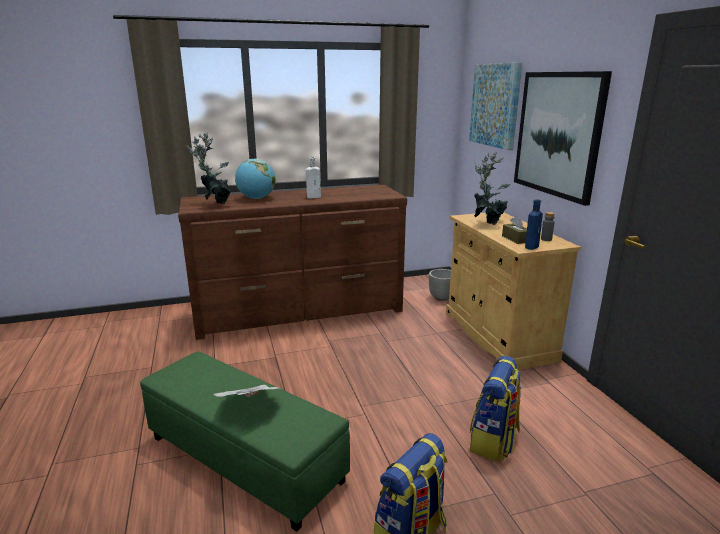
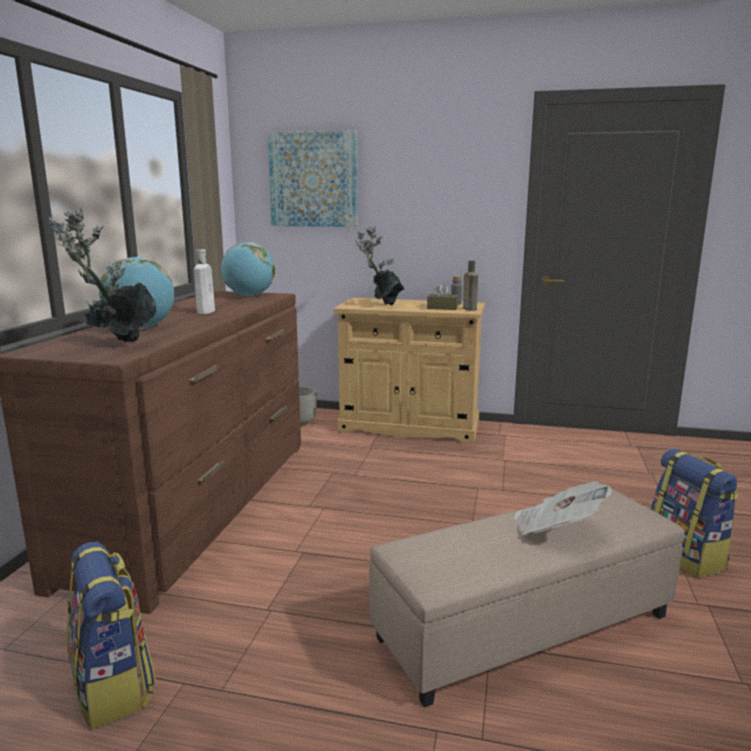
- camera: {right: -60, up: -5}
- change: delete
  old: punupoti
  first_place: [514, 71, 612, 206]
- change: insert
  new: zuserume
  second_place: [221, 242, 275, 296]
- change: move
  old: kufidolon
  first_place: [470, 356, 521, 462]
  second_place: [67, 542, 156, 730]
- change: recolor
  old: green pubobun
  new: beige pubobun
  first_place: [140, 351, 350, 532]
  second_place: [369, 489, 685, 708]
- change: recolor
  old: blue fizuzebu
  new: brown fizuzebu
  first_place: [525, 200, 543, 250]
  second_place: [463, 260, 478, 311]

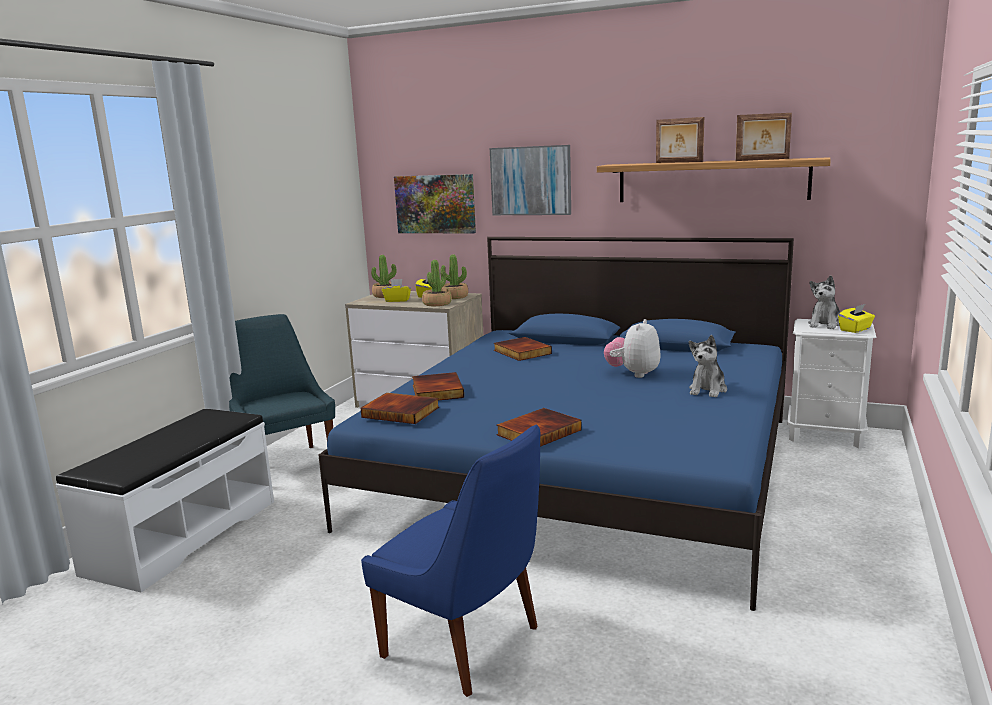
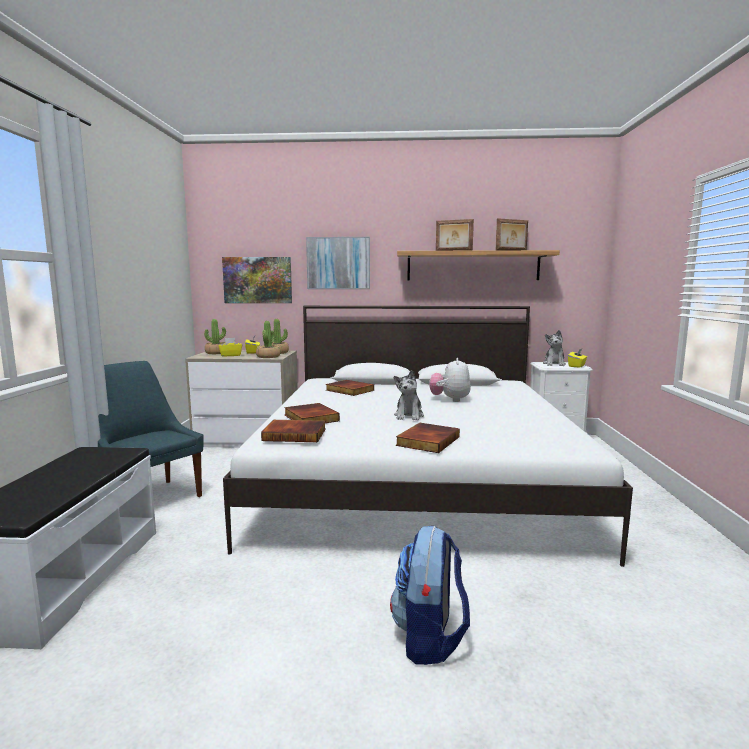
- camera: {right: -20, up: -5}
- change: move
  old: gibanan
  first_place: [689, 335, 727, 397]
  second_place: [394, 370, 424, 420]
- change: replace
  old: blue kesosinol
  new: kufidolon
  first_place: [361, 425, 540, 697]
  second_place: [390, 525, 470, 665]
- change: recolor
  old: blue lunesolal
  new: white lunesolal
  first_place: [319, 237, 794, 611]
  second_place: [223, 306, 633, 567]

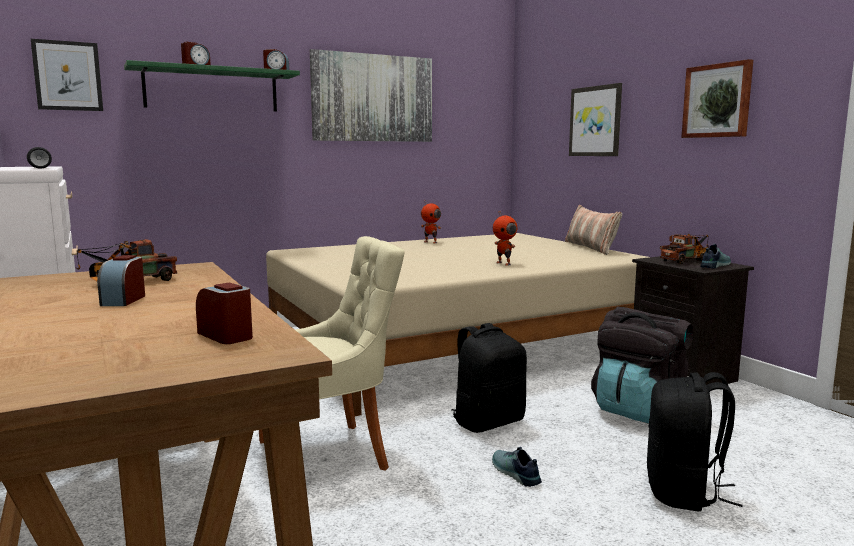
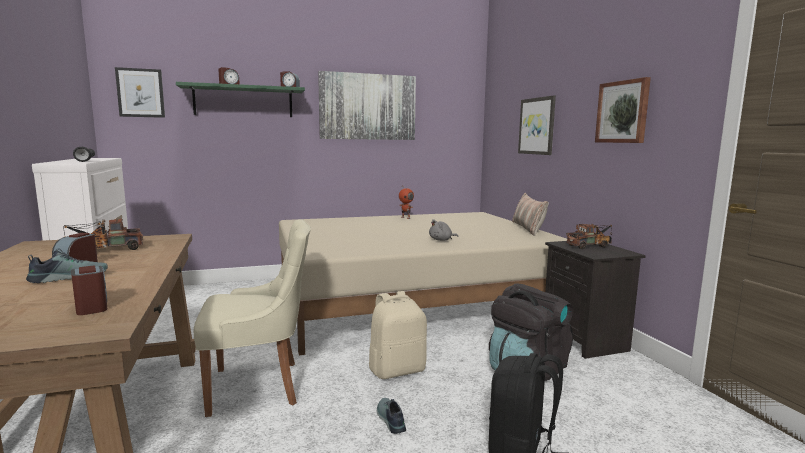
- camera: {right: 10, up: 0}
- change: move
  old: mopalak
  first_place: [700, 244, 731, 268]
  second_place: [26, 248, 108, 283]
- change: replace
  old: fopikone
  new: grey gibanan
  first_place: [493, 212, 517, 266]
  second_place: [429, 219, 459, 241]
- change: recolor
  old: black kufidolon
  new: beige kufidolon
  first_place: [451, 323, 527, 433]
  second_place: [369, 291, 427, 379]

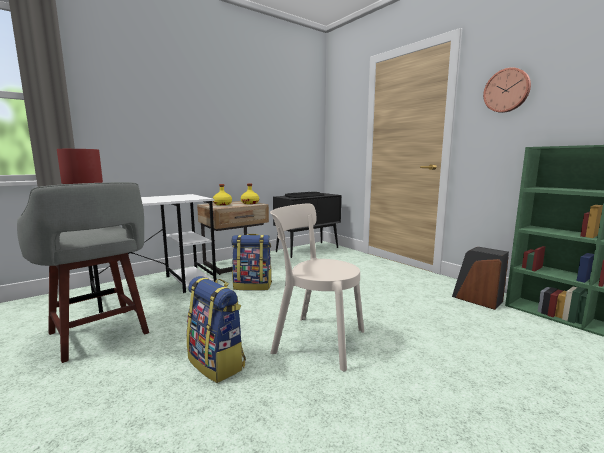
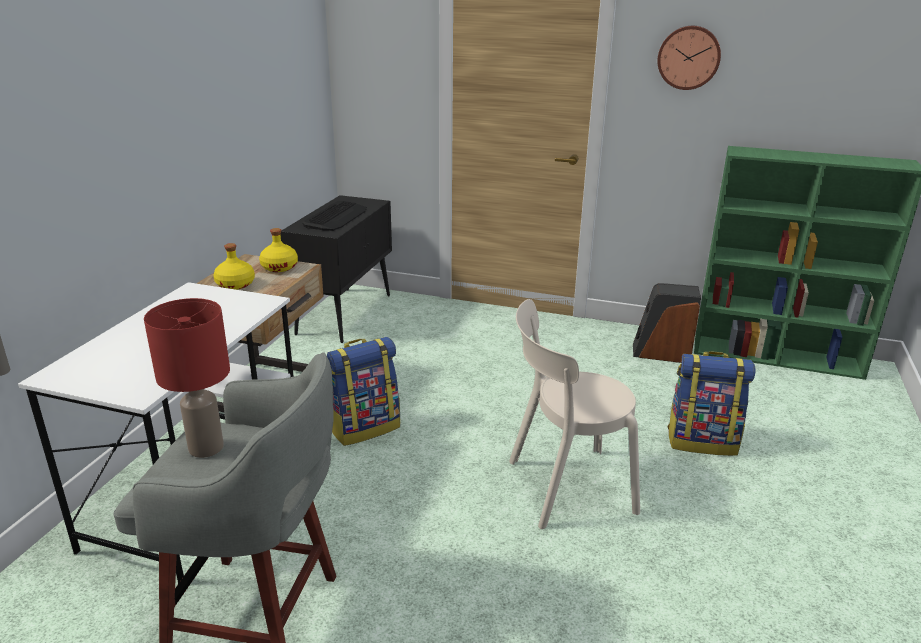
- camera: {right: -35, up: 15}
- change: move
  old: kufidolon
  first_place: [186, 276, 246, 383]
  second_place: [667, 351, 756, 456]

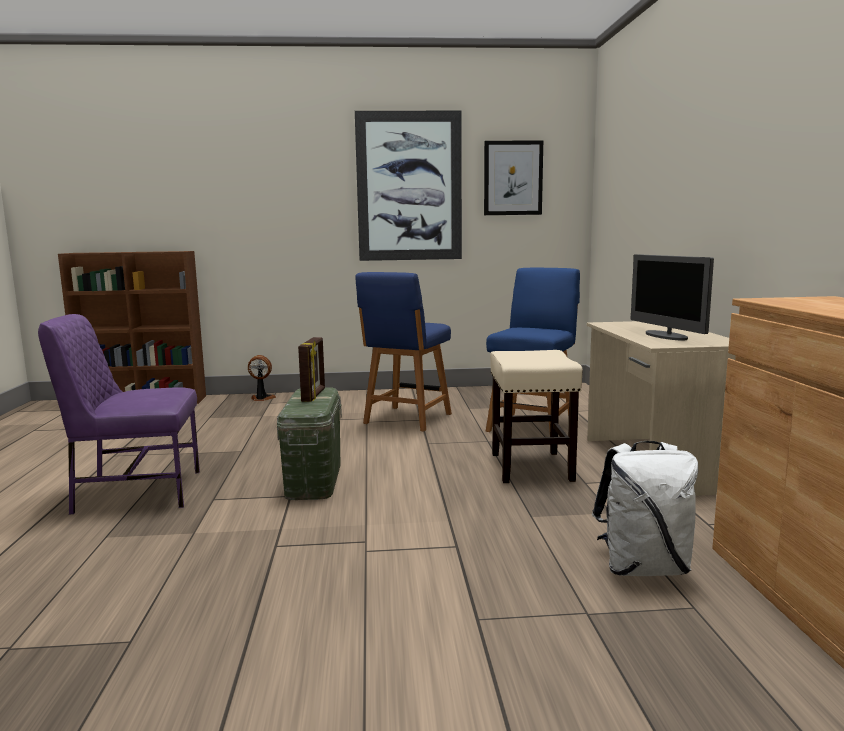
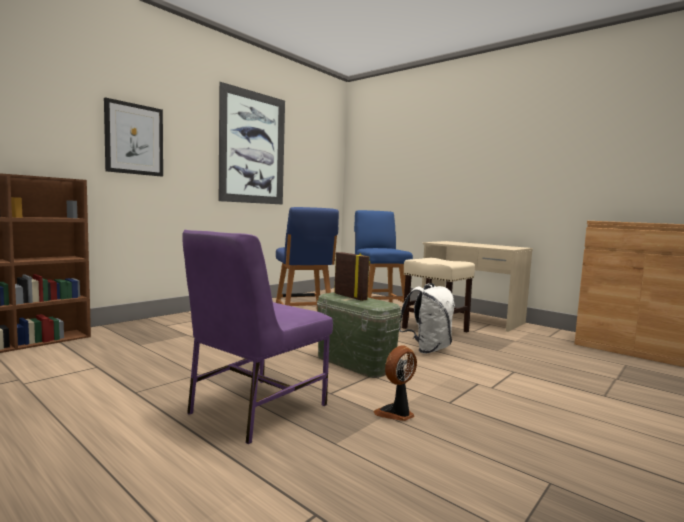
- camera: {right: -45, up: -5}
- change: delete
  old: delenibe
  first_place: [630, 254, 714, 341]
- change: move
  old: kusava
  first_place: [248, 355, 276, 401]
  second_place: [373, 346, 417, 421]
- change: move
  old: punupoti
  first_place: [484, 141, 543, 215]
  second_place: [104, 97, 163, 177]
- change: move
  old: white kufidolon
  first_place: [592, 441, 698, 576]
  second_place: [399, 283, 455, 354]

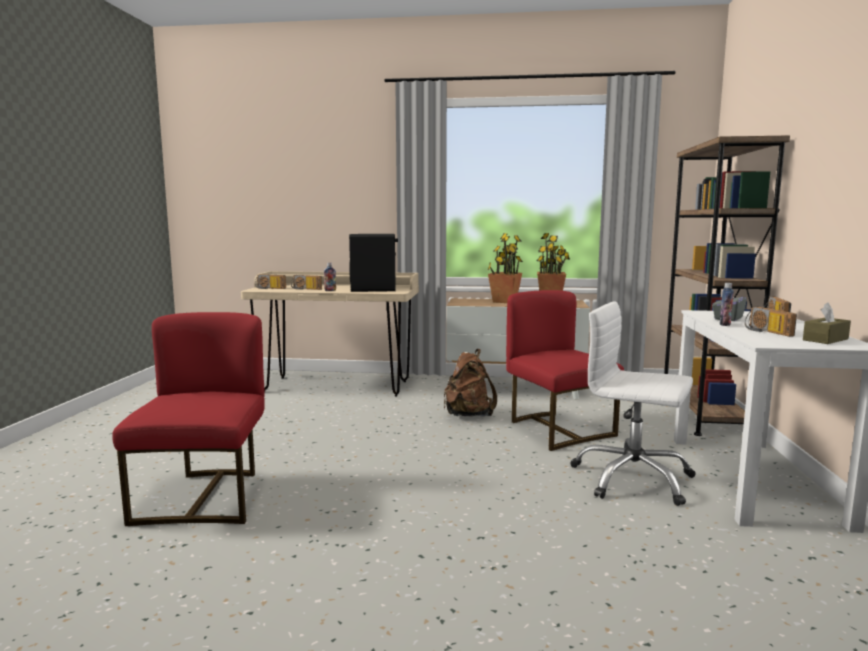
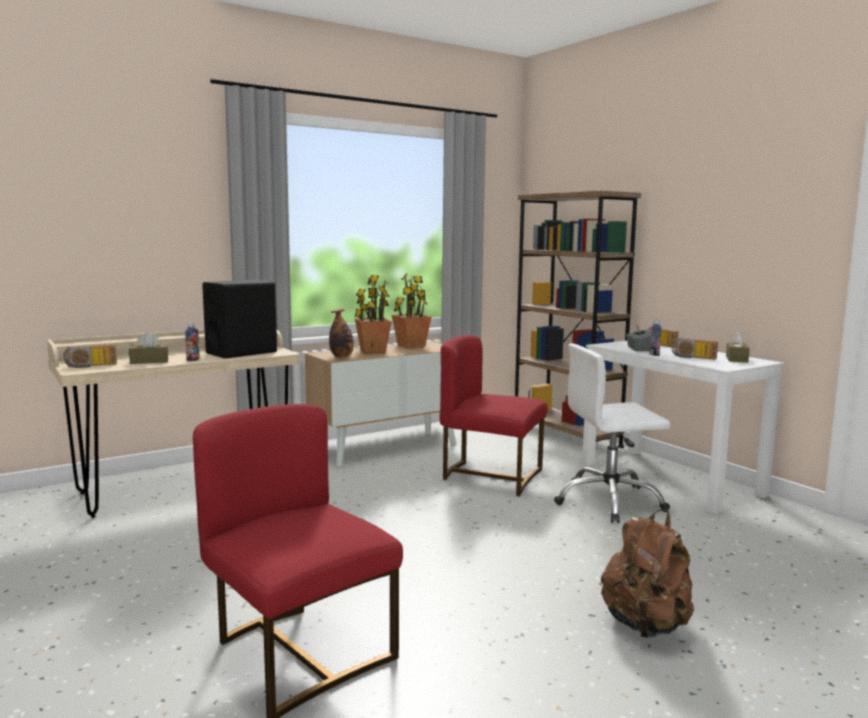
- camera: {right: -40, up: 0}
- change: insert
  new: fizuzebu
  second_place: [329, 309, 354, 357]
- change: move
  old: brown kufidolon
  first_place: [444, 349, 497, 417]
  second_place: [601, 509, 694, 638]
- change: replace
  old: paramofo
  new: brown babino
  first_place: [291, 275, 322, 290]
  second_place: [129, 332, 168, 364]

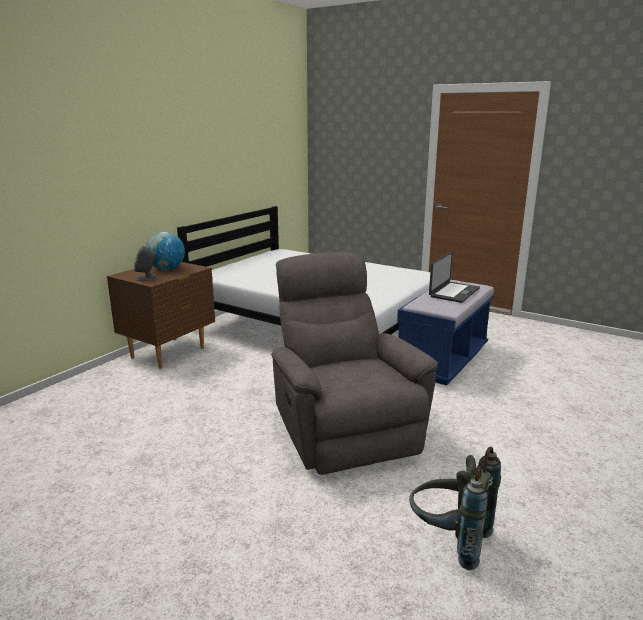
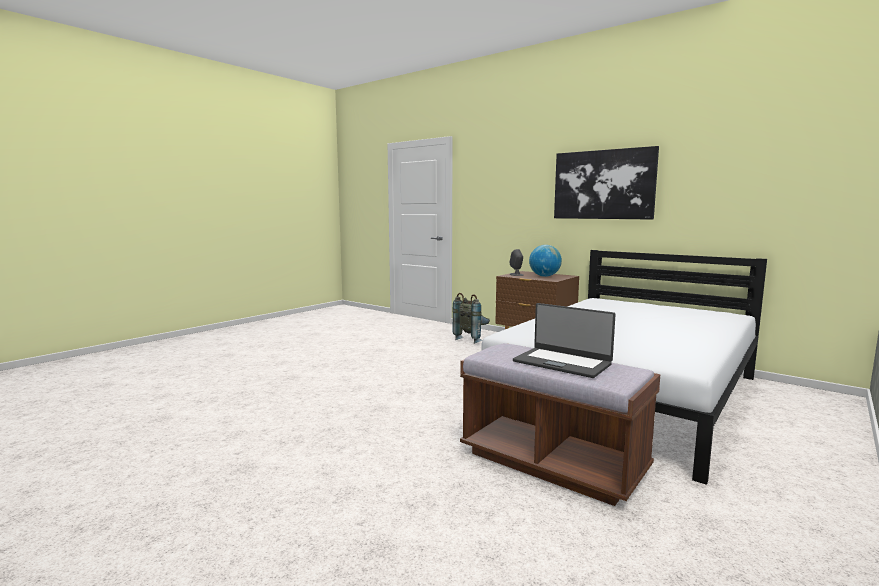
- camera: {right: 95, up: -10}
- change: delete
  old: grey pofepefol
  first_place: [271, 252, 438, 475]
- change: insert
  new: punupoti
  second_place: [554, 146, 659, 220]
- change: move
  old: grey kufidolon
  first_place: [409, 447, 501, 570]
  second_place: [453, 293, 490, 344]
- change: recolor
  old: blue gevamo
  new: brown gevamo
  first_place: [397, 280, 494, 386]
  second_place: [460, 343, 661, 506]

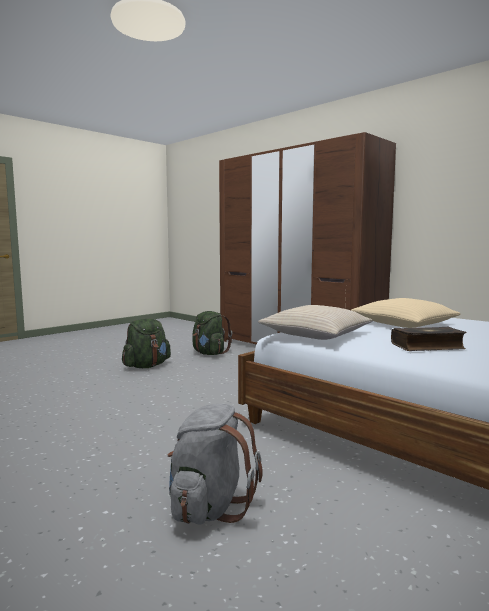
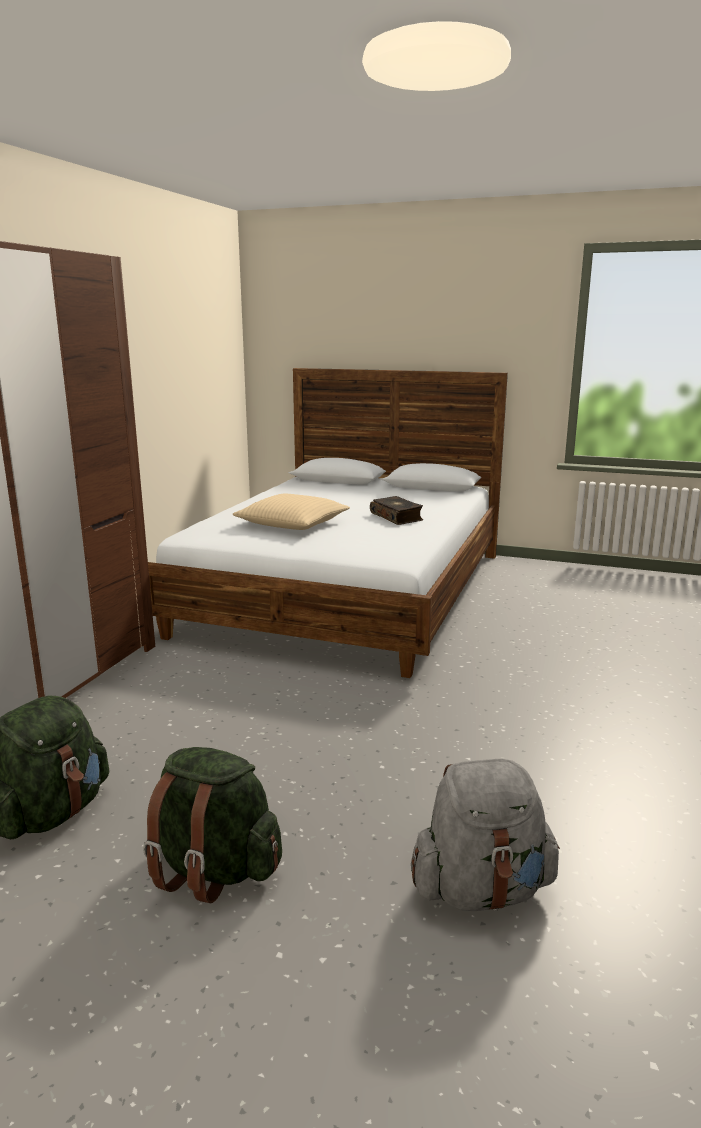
- camera: {right: -115, up: 10}
- change: delete
  old: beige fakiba
  first_place: [258, 305, 373, 340]
- change: move
  old: grey kufidolon
  first_place: [168, 404, 263, 525]
  second_place: [411, 759, 560, 911]

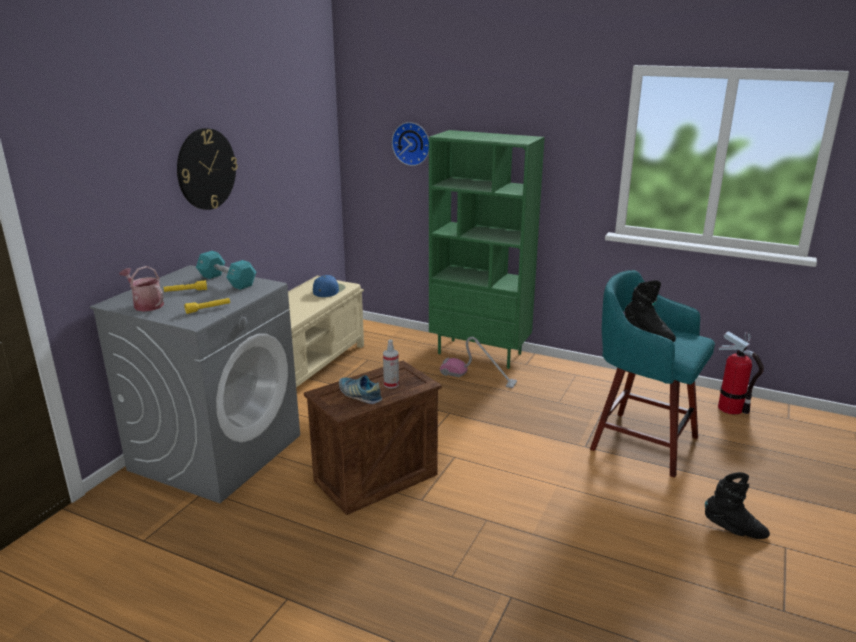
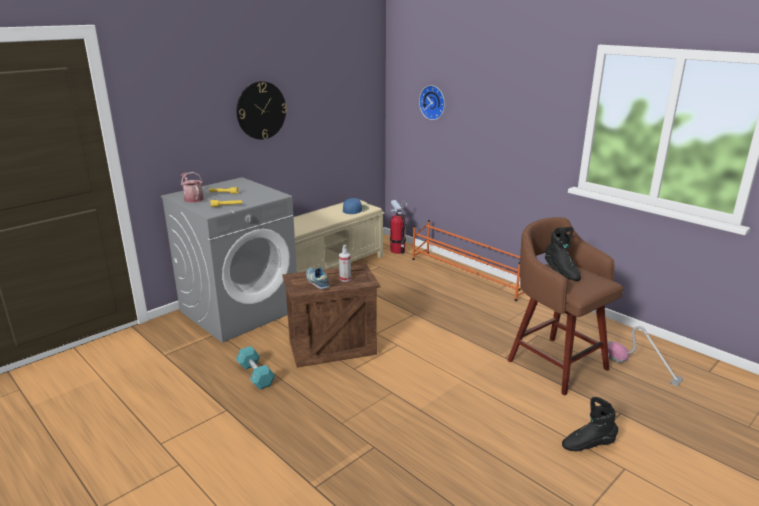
- camera: {right: 20, up: 0}
- change: move
  old: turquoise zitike
  first_place: [196, 251, 256, 290]
  second_place: [236, 346, 275, 390]
- change: move
  old: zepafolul
  first_place: [440, 337, 517, 388]
  second_place: [600, 326, 683, 386]
- change: move
  old: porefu
  first_place: [718, 331, 764, 414]
  second_place: [390, 200, 407, 254]
- change: replace
  old: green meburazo
  new: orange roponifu
  first_place: [429, 130, 545, 369]
  second_place: [412, 220, 524, 301]
- change: recolor
  old: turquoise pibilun
  new: brown pibilun
  first_place: [590, 270, 715, 478]
  second_place: [507, 217, 623, 395]
- change: rotate
  old: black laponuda
  first_place: [705, 472, 770, 539]
  second_place: [562, 397, 619, 451]
  degrees: 135

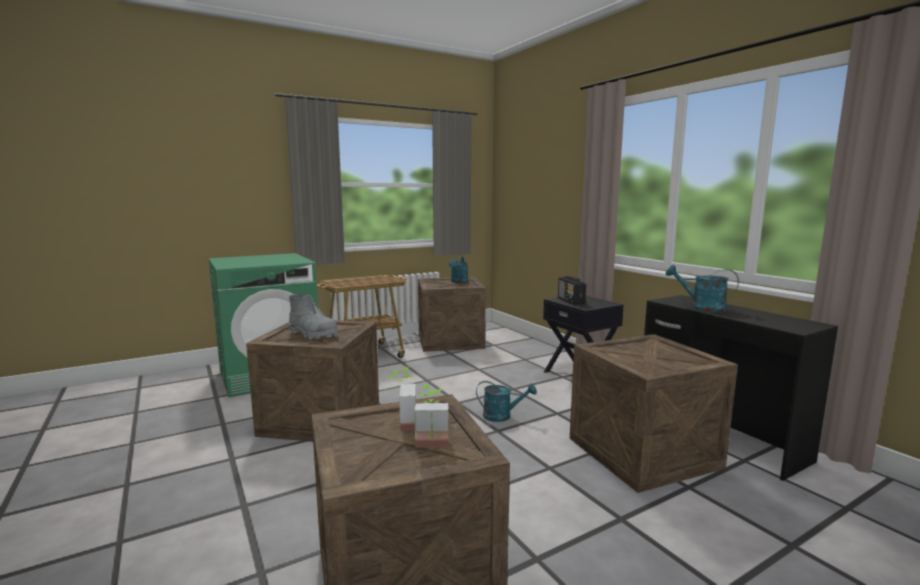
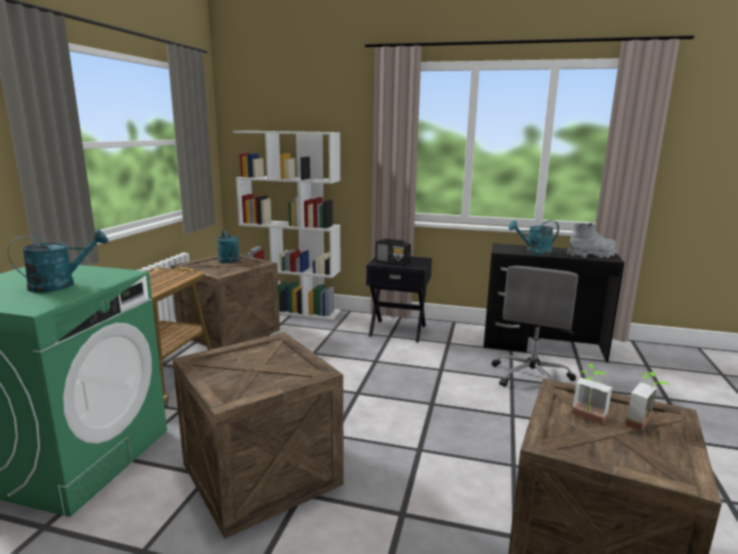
- camera: {right: -45, up: 5}
- change: insert
  new: white meburazo
  second_place: [233, 131, 341, 320]
- change: move
  old: grey laponuda
  first_place: [289, 294, 338, 339]
  second_place: [567, 223, 618, 258]
- change: move
  old: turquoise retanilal
  first_place: [476, 381, 537, 422]
  second_place: [8, 229, 108, 293]
- change: replace
  old: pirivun
  new: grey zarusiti
  first_place: [570, 334, 738, 493]
  second_place: [492, 266, 578, 387]

